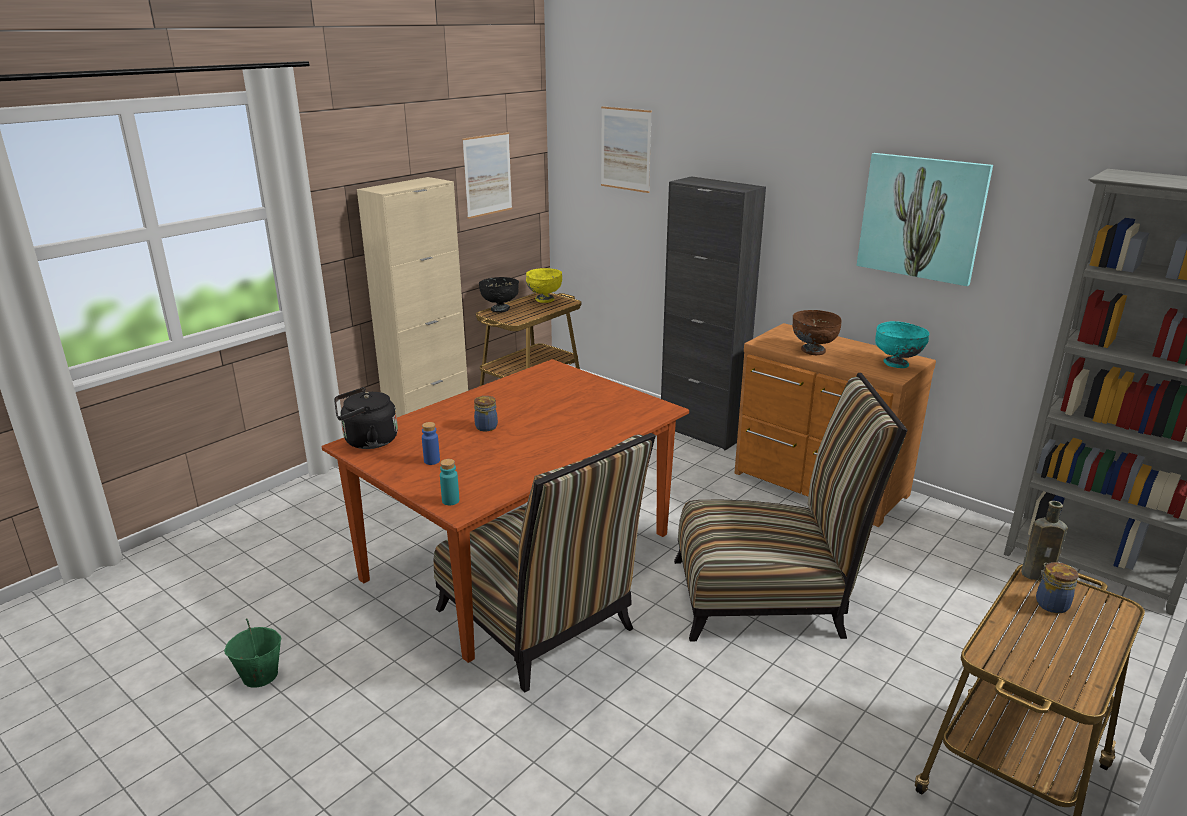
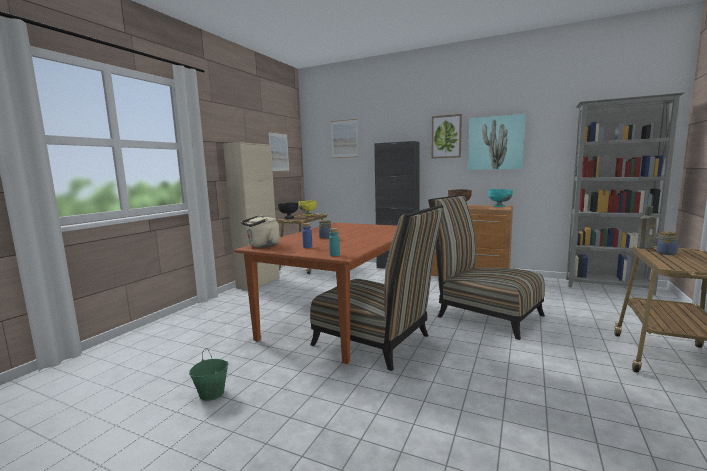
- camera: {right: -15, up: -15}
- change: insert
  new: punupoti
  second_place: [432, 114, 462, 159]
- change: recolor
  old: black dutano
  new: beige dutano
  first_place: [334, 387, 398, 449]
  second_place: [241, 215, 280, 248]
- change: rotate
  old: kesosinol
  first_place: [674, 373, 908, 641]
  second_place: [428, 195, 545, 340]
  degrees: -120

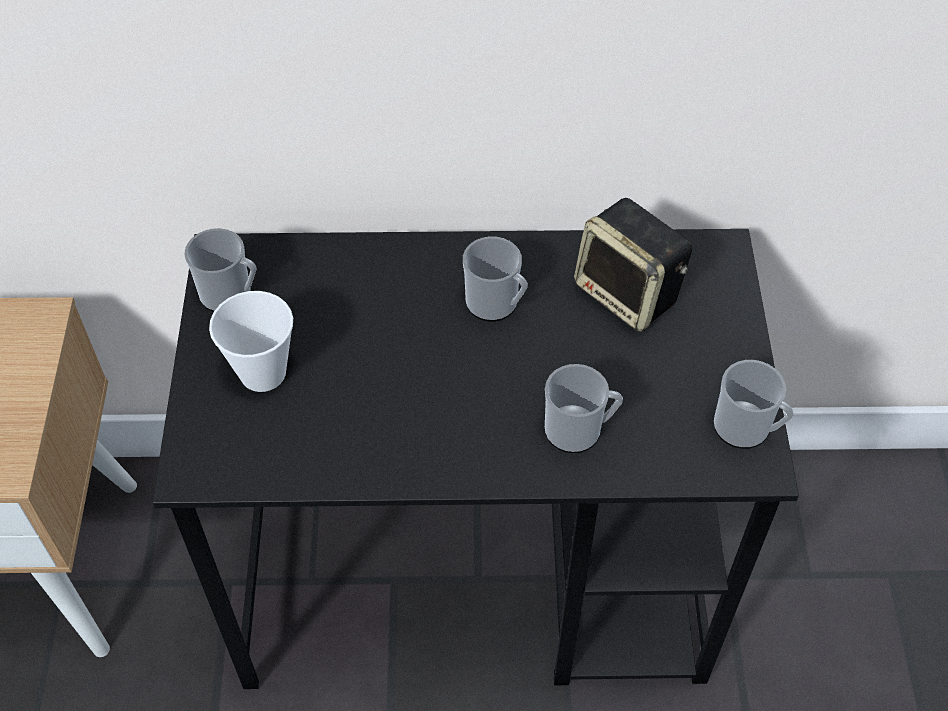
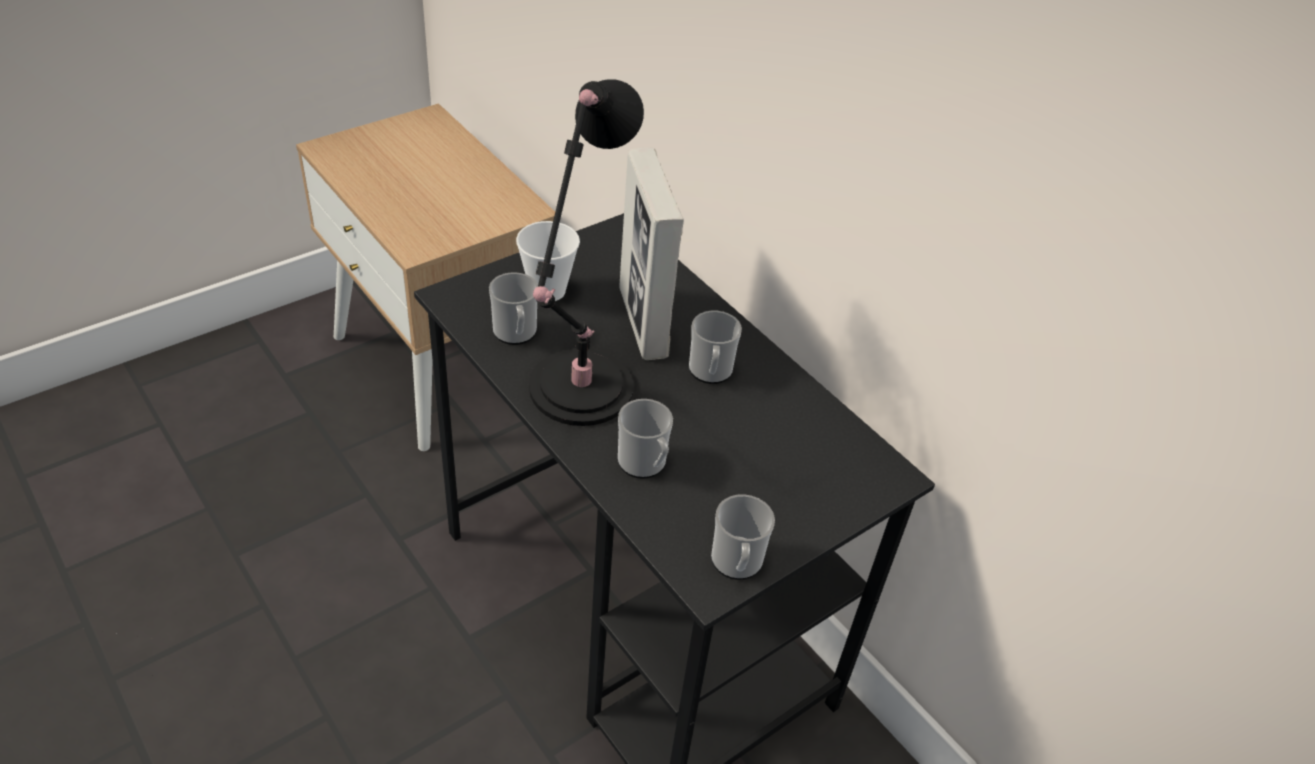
- camera: {right: 50, up: -10}
- change: delete
  old: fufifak
  first_place: [574, 198, 692, 332]
- change: insert
  new: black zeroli
  second_place: [529, 79, 644, 426]
- change: insert
  new: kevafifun
  second_place: [619, 147, 684, 360]
- change: move
  old: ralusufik
  first_place: [184, 228, 256, 312]
  second_place: [489, 272, 538, 345]

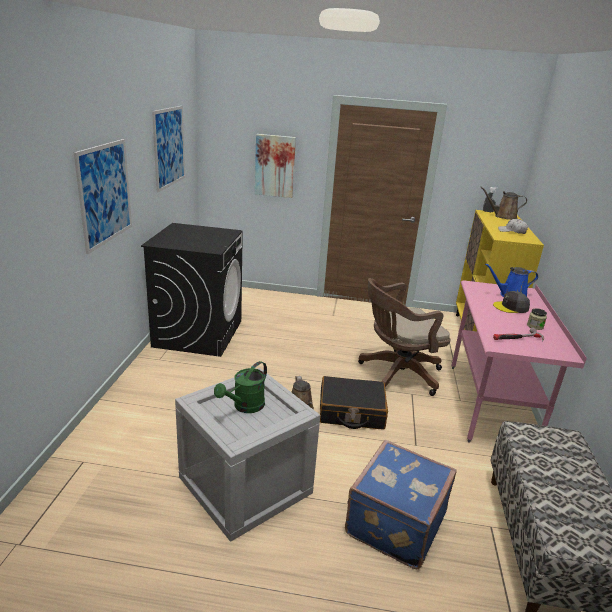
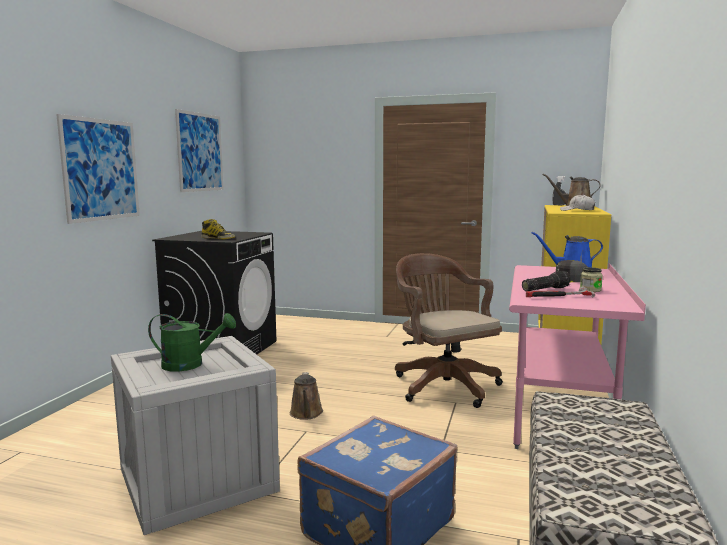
- camera: {right: 10, up: -15}
- change: delete
  old: punupoti
  first_place: [255, 134, 296, 198]
- change: delete
  old: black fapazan
  first_place: [320, 376, 388, 430]
- change: insert
  new: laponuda
  second_place: [201, 219, 235, 239]
- change: insert
  new: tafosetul
  second_place: [522, 271, 570, 291]
- change: rotate
  old: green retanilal
  first_place: [214, 361, 267, 413]
  second_place: [148, 313, 236, 371]
  degrees: -135
- change: rotate
  old: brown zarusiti
  first_place: [358, 278, 451, 396]
  second_place: [395, 253, 503, 408]
  degrees: 75

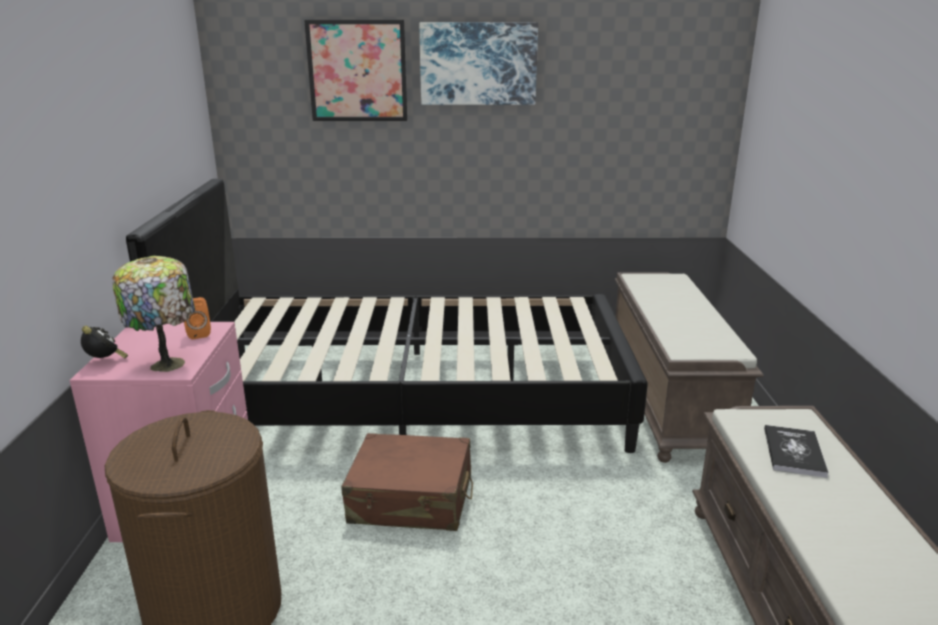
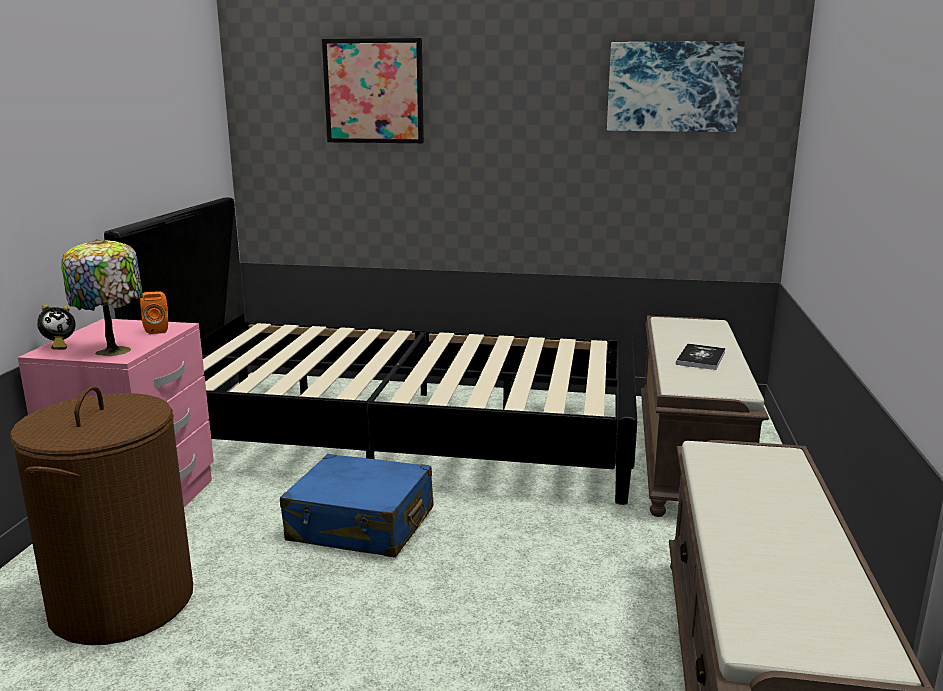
- camera: {right: 10, up: -5}
- change: move
  old: punupoti
  first_place: [419, 22, 538, 105]
  second_place: [607, 41, 745, 132]
- change: move
  old: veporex
  first_place: [764, 425, 829, 478]
  second_place: [676, 344, 726, 370]
- change: recolor
  old: brown fapazan
  new: blue fapazan
  first_place: [342, 433, 473, 531]
  second_place: [280, 454, 433, 558]
- change: rotate
  old: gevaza
  first_place: [81, 326, 128, 358]
  second_place: [37, 304, 76, 350]
  degrees: 75

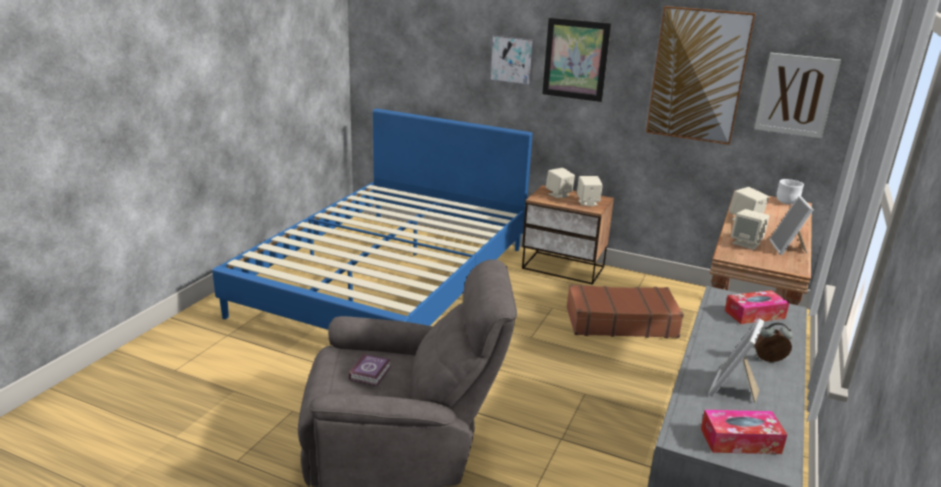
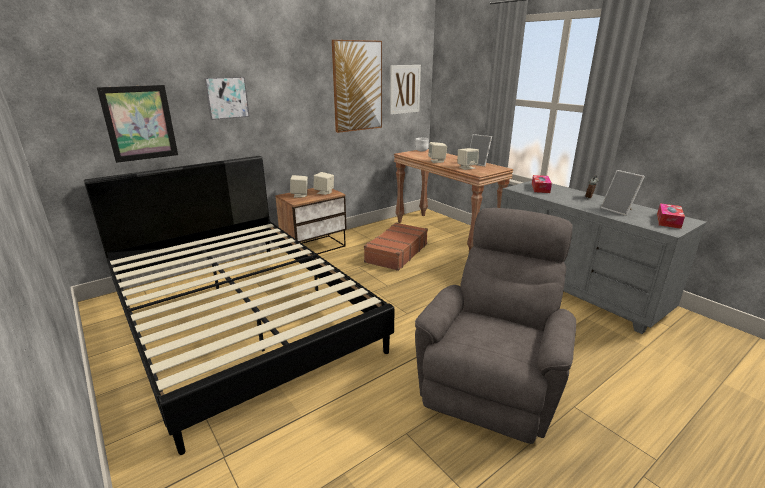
- camera: {right: -60, up: 0}
- change: delete
  old: veporex
  first_place: [348, 353, 391, 386]
- change: move
  old: punupoti
  first_place: [542, 18, 611, 102]
  second_place: [97, 85, 178, 163]
- change: recolor
  old: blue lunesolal
  new: black lunesolal
  first_place: [212, 108, 532, 330]
  second_place: [84, 156, 394, 455]

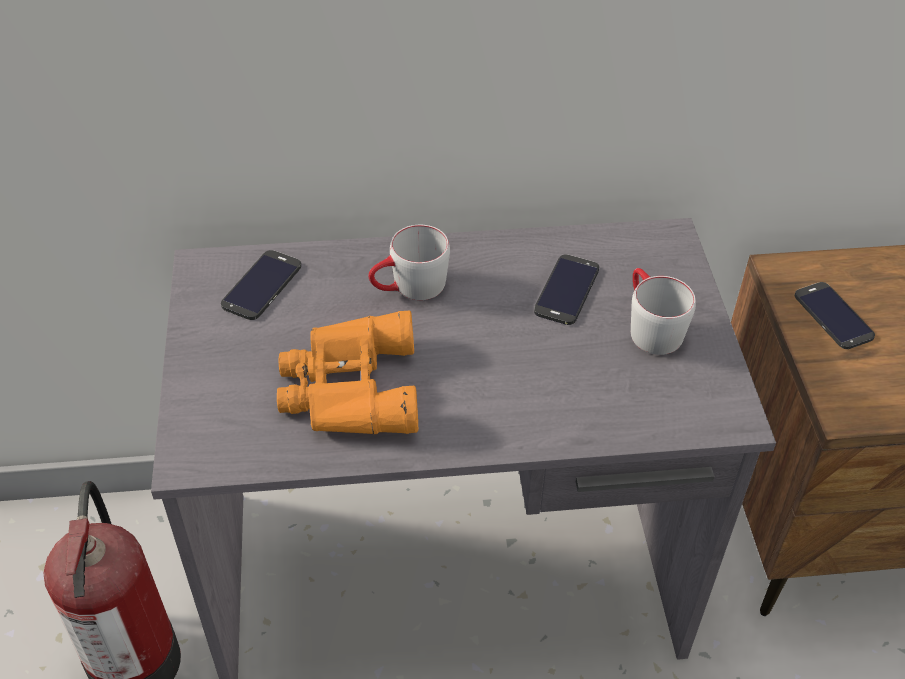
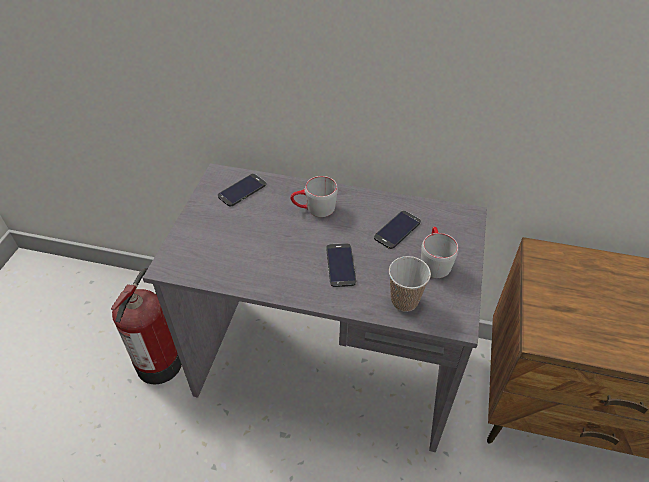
- camera: {right: 20, up: 0}
- change: delete
  old: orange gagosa
  first_place: [277, 311, 418, 434]
- change: insert
  new: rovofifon
  second_place: [389, 256, 431, 312]
- change: move
  old: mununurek
  first_place: [794, 282, 875, 349]
  second_place: [326, 243, 356, 287]

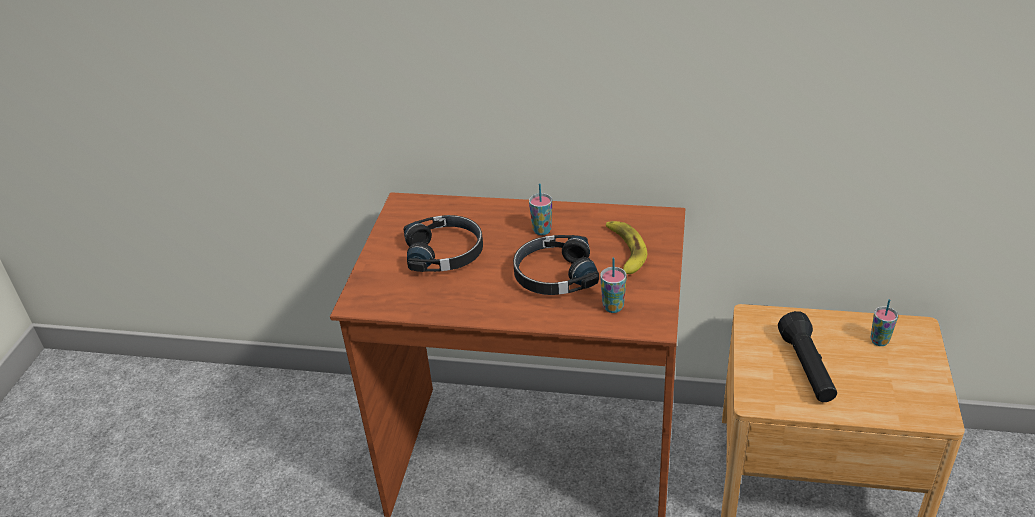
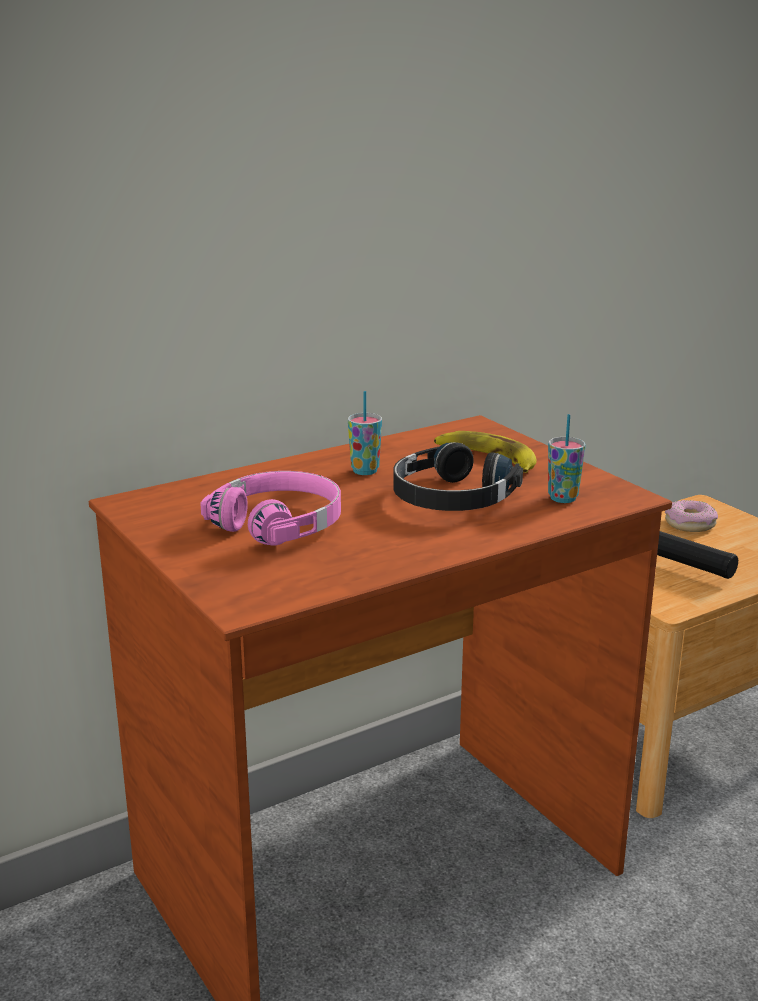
- camera: {right: -45, up: -15}
- change: replace
  old: rovofifon
  new: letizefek
  first_place: [870, 299, 898, 346]
  second_place: [665, 500, 718, 532]
- change: recolor
  old: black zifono
  new: pink zifono
  first_place: [403, 215, 483, 272]
  second_place: [201, 471, 341, 545]

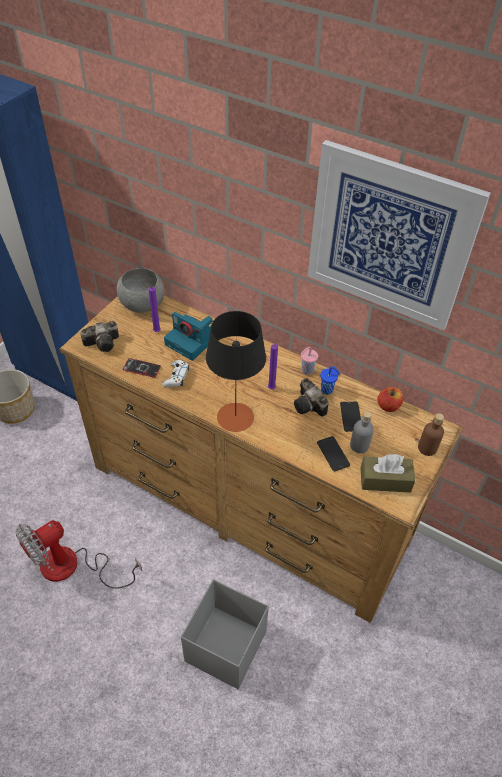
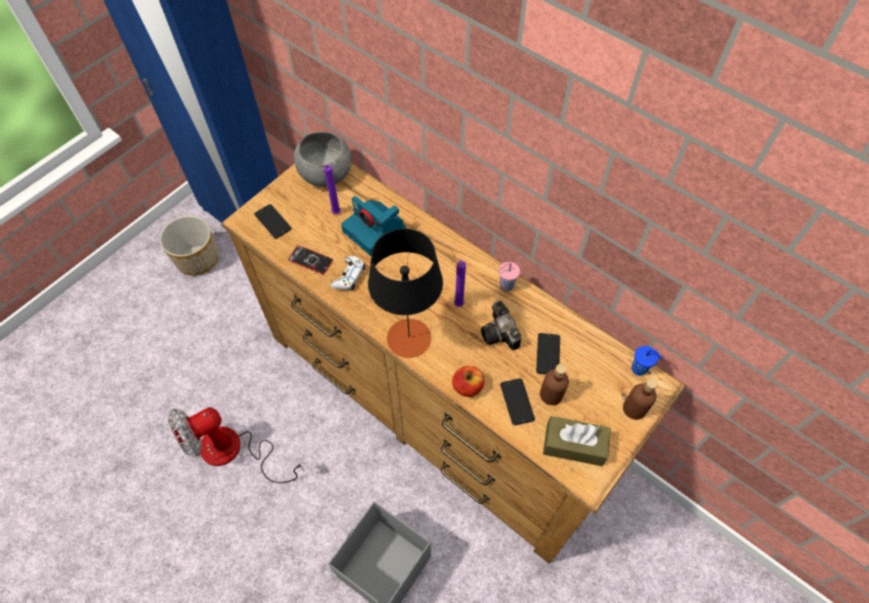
- camera: {right: 10, up: 10}
- change: delete
  old: punupoti
  first_place: [308, 140, 491, 330]
- change: move
  old: blue rovofifon
  first_place: [320, 366, 341, 395]
  second_place: [631, 346, 662, 376]
- change: move
  old: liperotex
  first_place: [378, 387, 403, 412]
  second_place: [452, 366, 485, 397]
- change: replace
  old: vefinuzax
  new: mununurek
  first_place: [80, 321, 119, 352]
  second_place: [254, 204, 292, 239]
- change: recolor
  old: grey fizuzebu
  new: brown fizuzebu
  first_place: [350, 411, 374, 453]
  second_place: [540, 364, 569, 405]

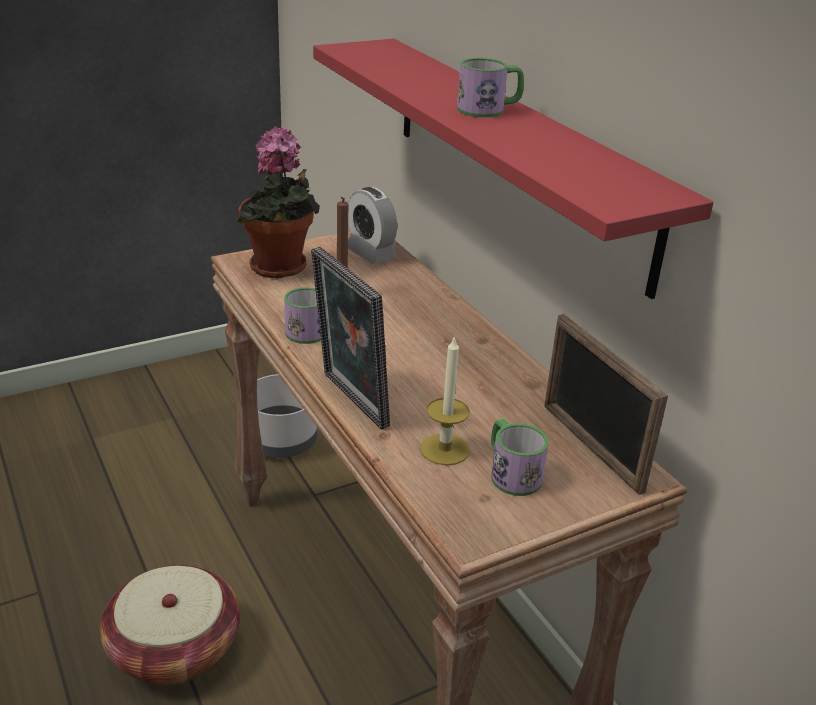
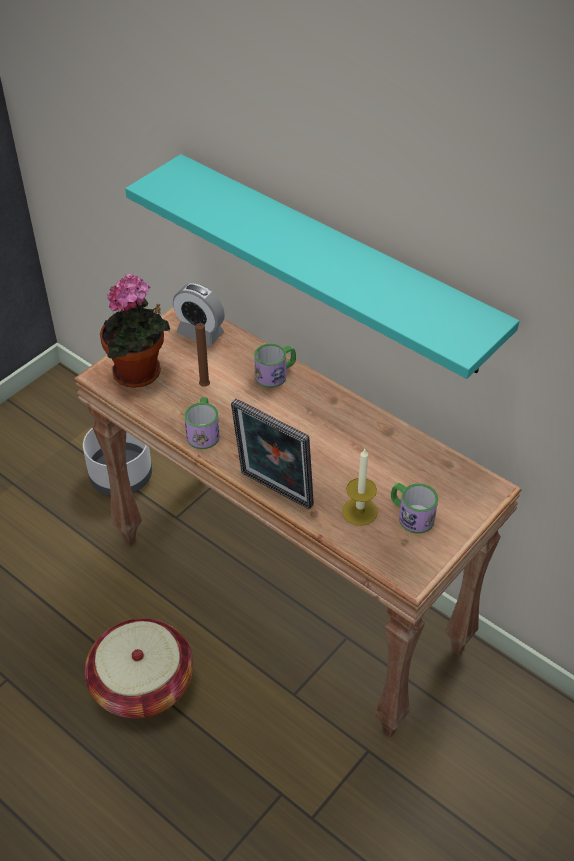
- camera: {right: -20, up: 15}
- change: delete
  old: kevafifun
  first_place: [544, 314, 668, 495]
- change: move
  old: ralusufik
  first_place: [457, 58, 524, 118]
  second_place: [254, 343, 296, 388]
- change: recolor
  old: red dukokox
  new: turquoise dukokox
  first_place: [313, 39, 714, 299]
  second_place: [125, 154, 519, 379]

